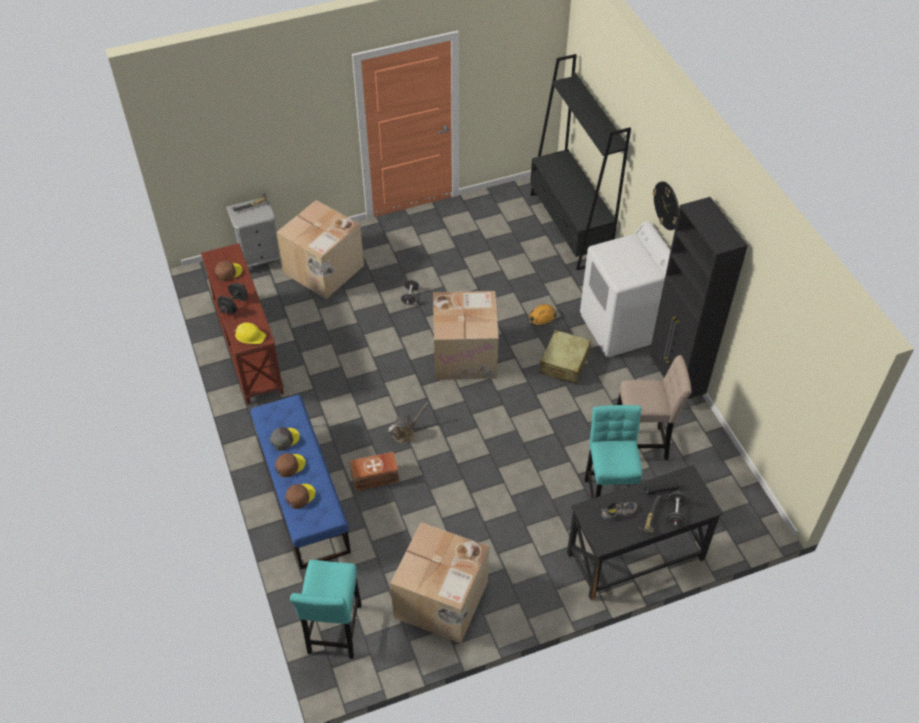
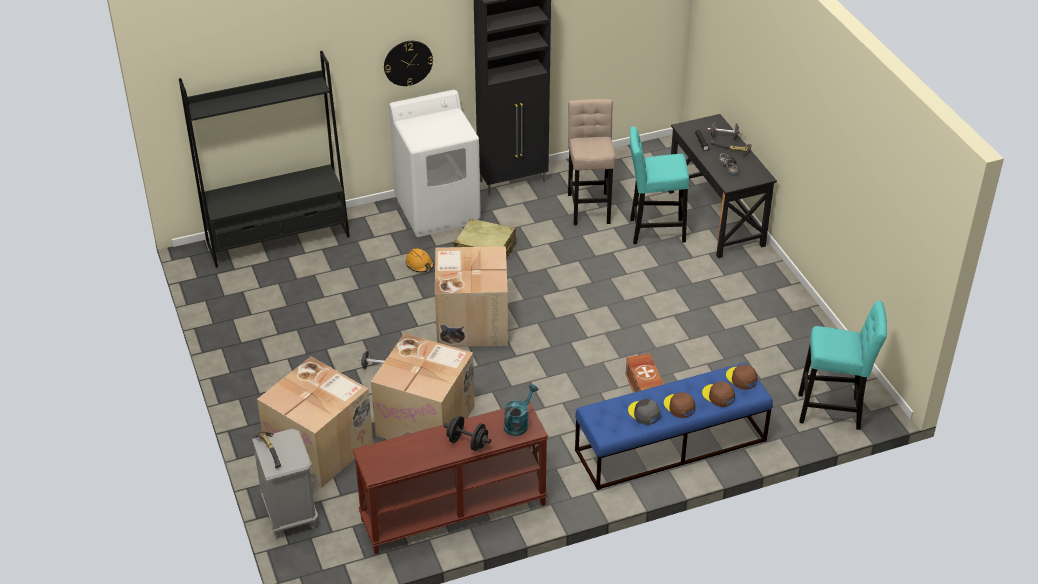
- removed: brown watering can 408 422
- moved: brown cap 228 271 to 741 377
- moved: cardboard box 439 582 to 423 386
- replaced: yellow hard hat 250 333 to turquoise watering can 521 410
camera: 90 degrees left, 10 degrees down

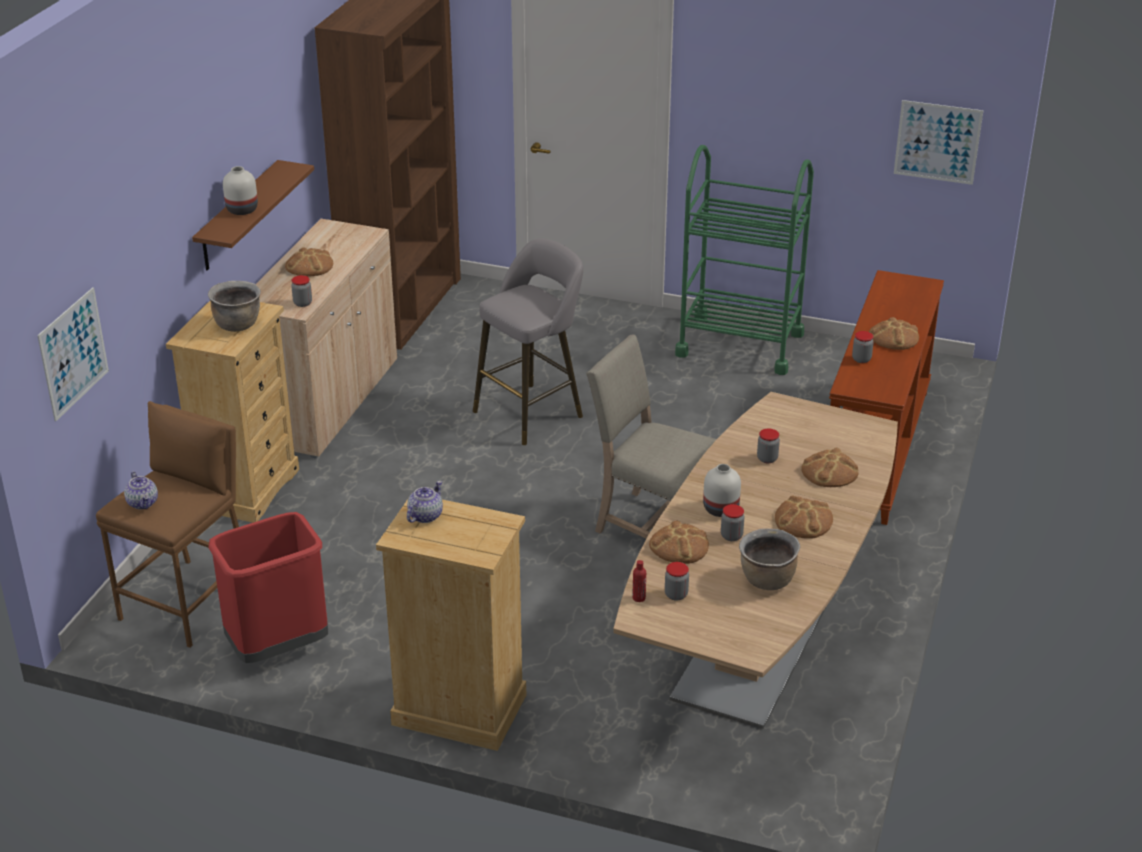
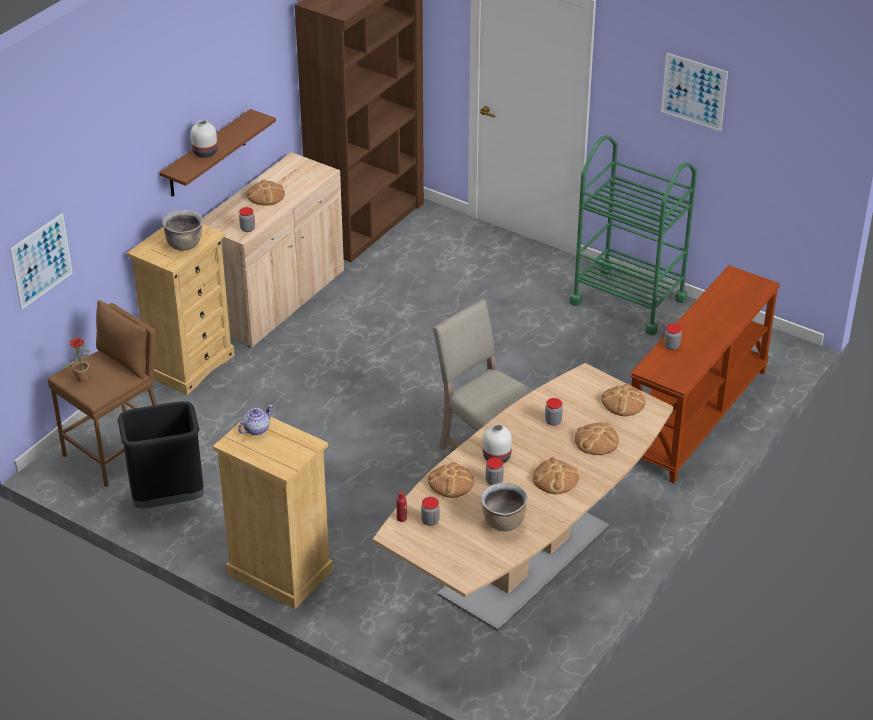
- removed: grey stool 528 341
- moved: bread 894 333 to 623 400
- moved: picture 938 142 to 694 92
- replaced: teapot 141 490 to potted plant 76 360
- recoloured: red trash can 268 587 to black trash can 161 454
camera: 15 degrees right, 5 degrees up

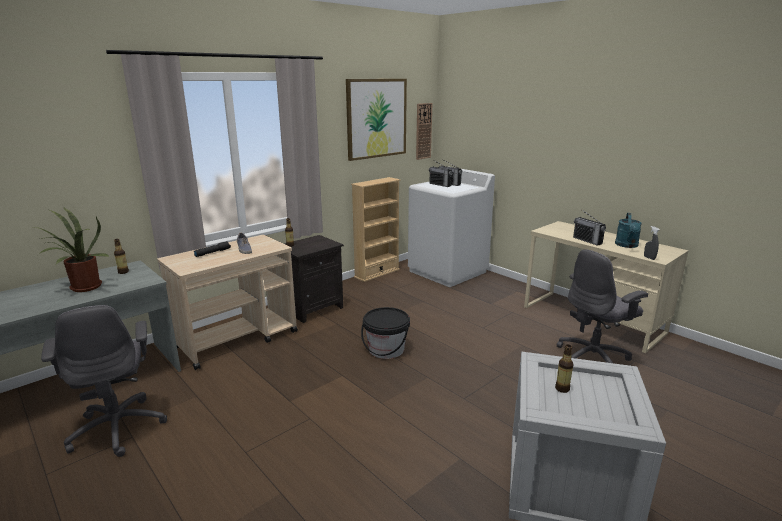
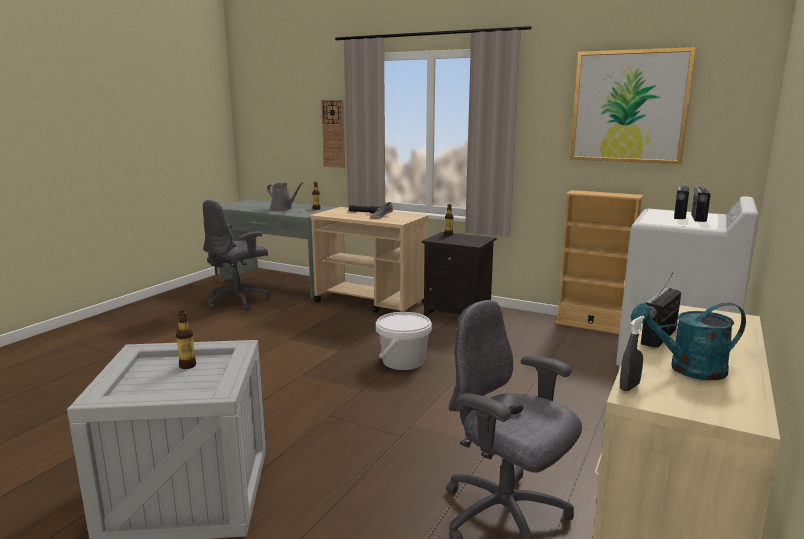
- moved: wall clock 424 131 to 333 134
- replaced: potted plant 72 249 to grey watering can 285 196
- recoloured: black bucket 385 333 to white bucket 404 341
camera: 70 degrees right, 5 degrees down

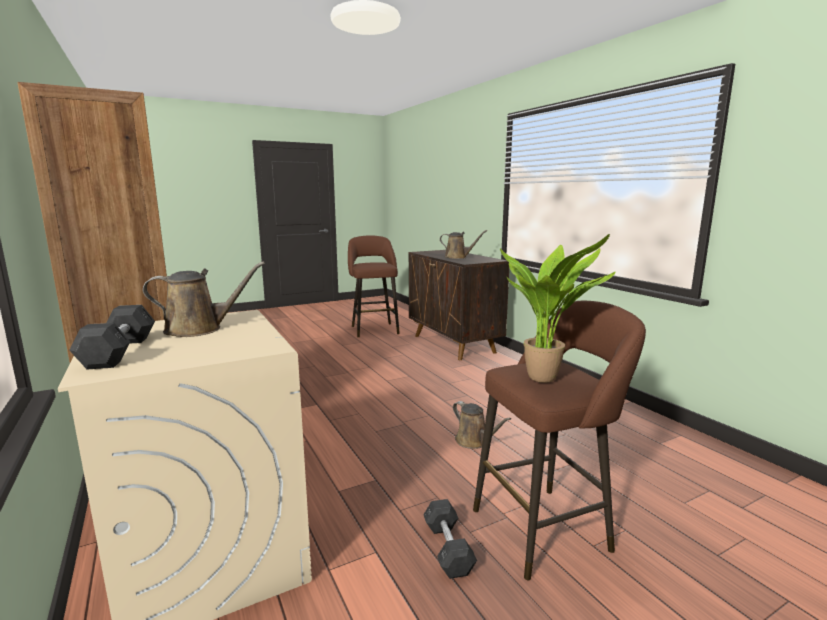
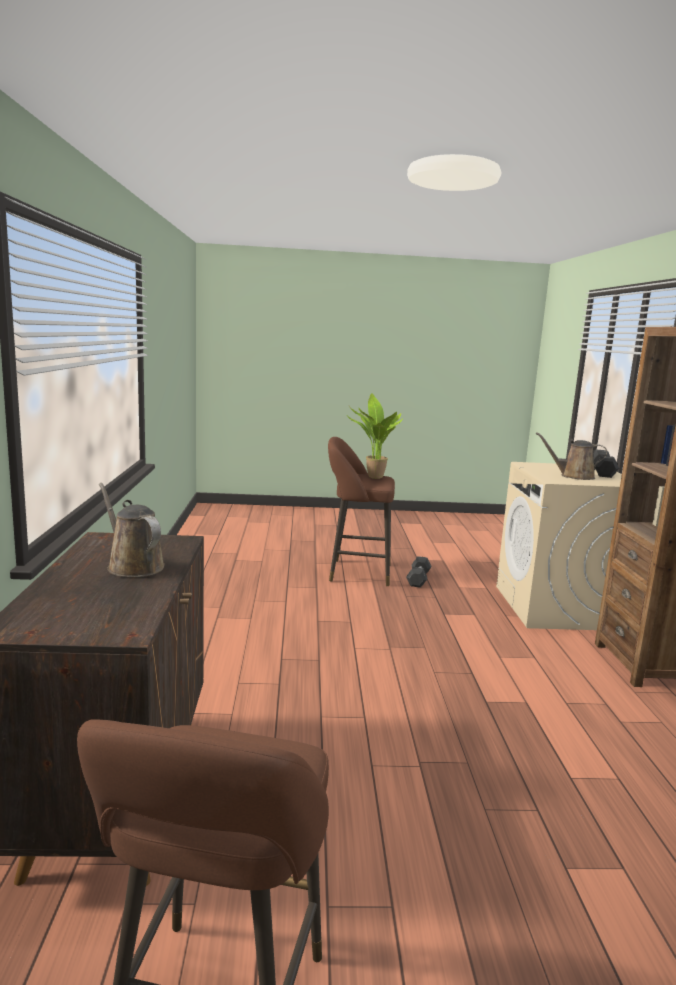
- removed: brown watering can 482 425
camera: 155 degrees left, 0 degrees up

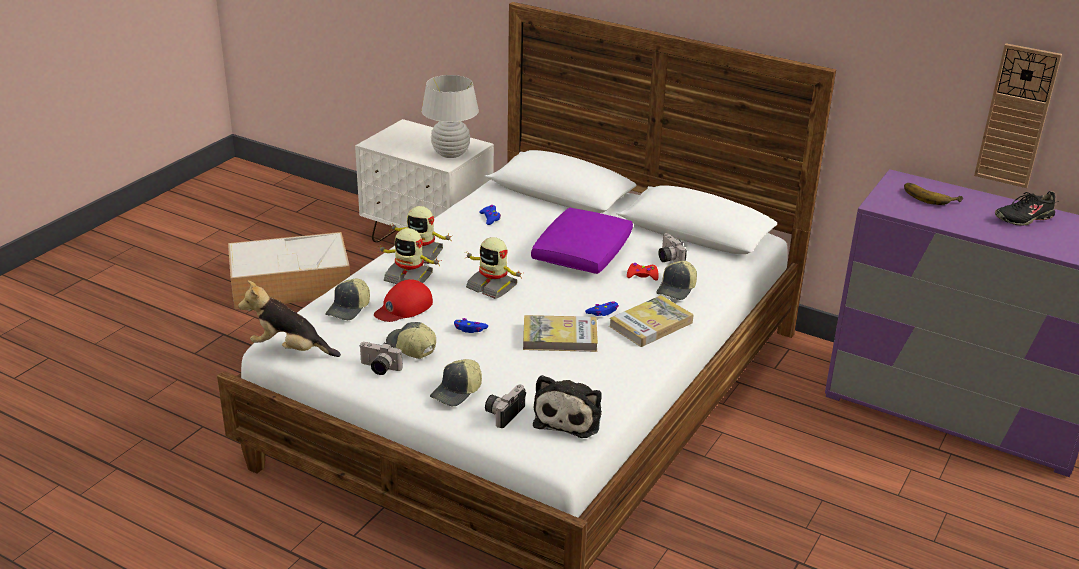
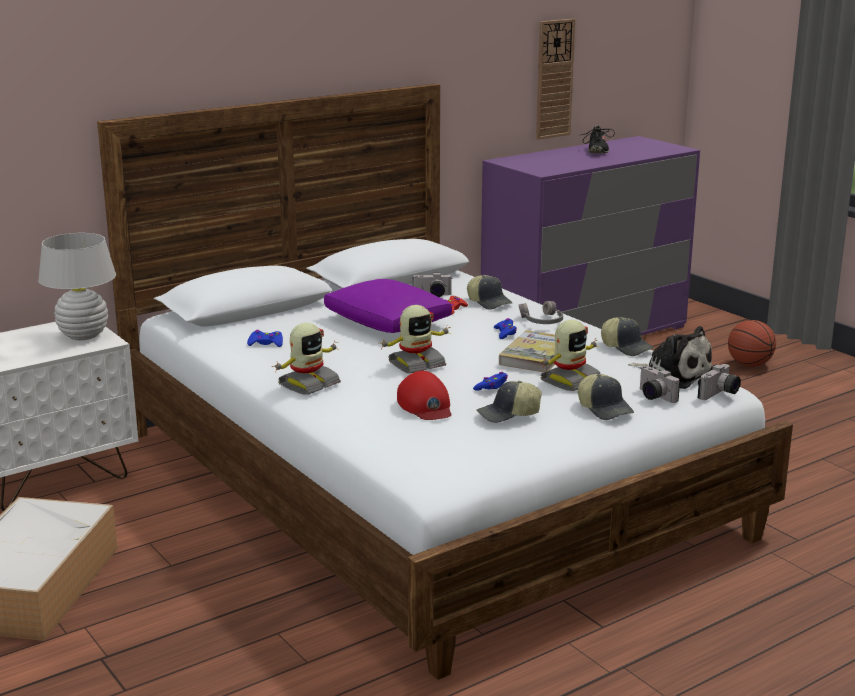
- removed: plush toy 289 318
- removed: banana 933 194
- added: basketball 752 343
- moved: cap 347 299 to 627 336
- moved: photo camera 381 358 to 719 382
- moved: toy robot 409 256 to 570 355
- replaced: book 651 321 to grey headphones 541 312
camera: 65 degrees left, 10 degrees down

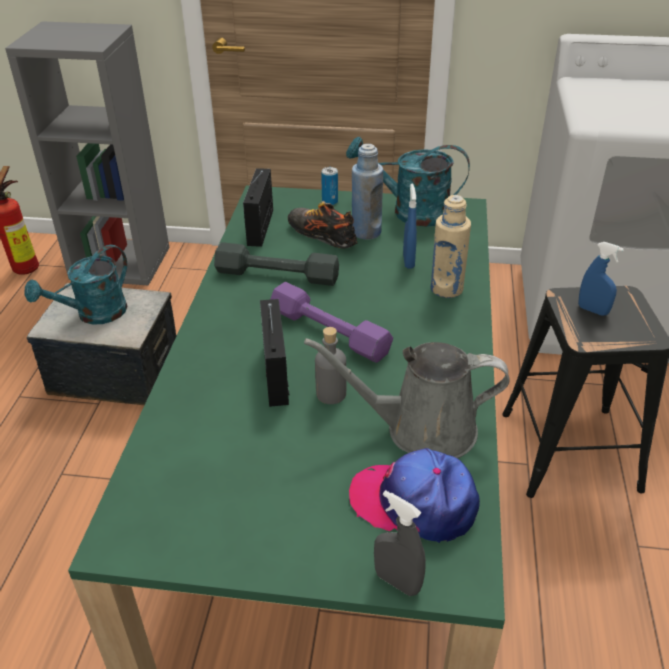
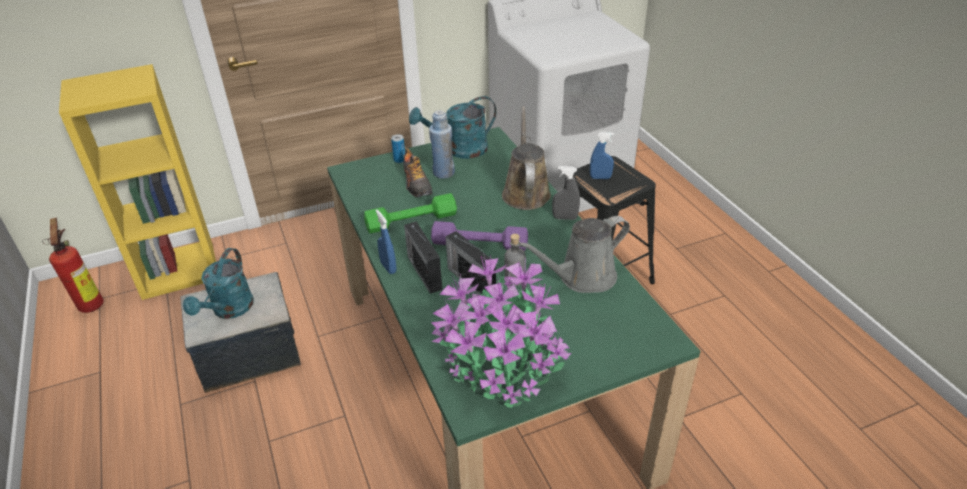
- removed: cap 414 495
- added: potted plant 501 329
- moved: radio 258 207 to 423 258
- moved: grey spray bottle 400 543 to 566 193
- moved: blue spray bottle 410 226 to 386 242
- replaced: beige bottle 451 246 to brown watering can 526 158
- recoloured: grey bookcase 87 153 to yellow bookcase 137 182
- recoloured: grey dumbbell 276 264 to green dumbbell 410 213
- turned: shoe 323 224 = 418 172 120 degrees counterclockwise
camera: 30 degrees left, 0 degrees up

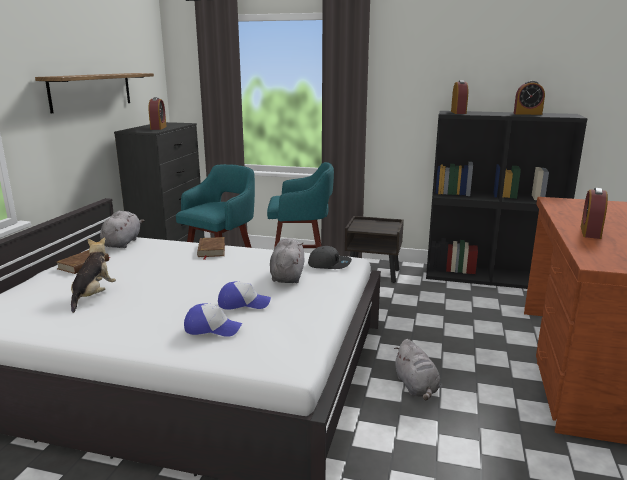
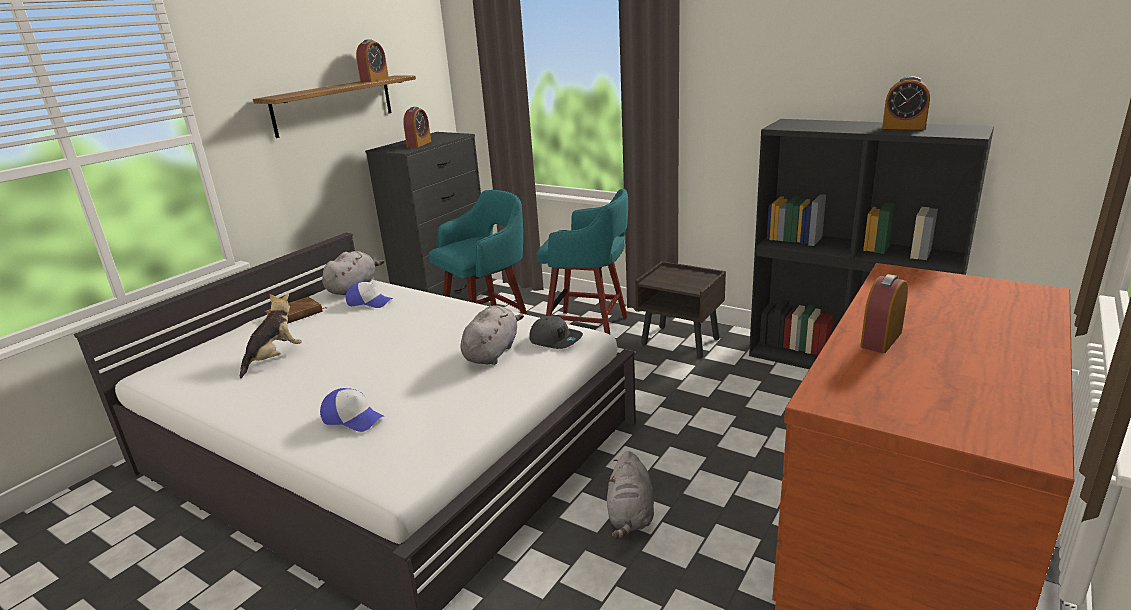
- removed: brown book 211 248
- moved: cap 244 295 to 369 295
- moved: alarm clock 459 97 to 372 60
camera: 20 degrees right, 5 degrees up

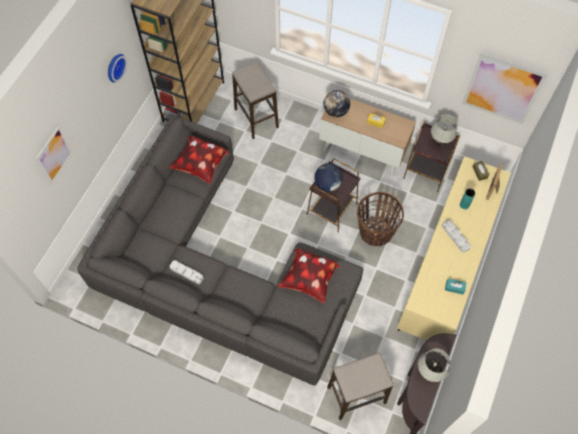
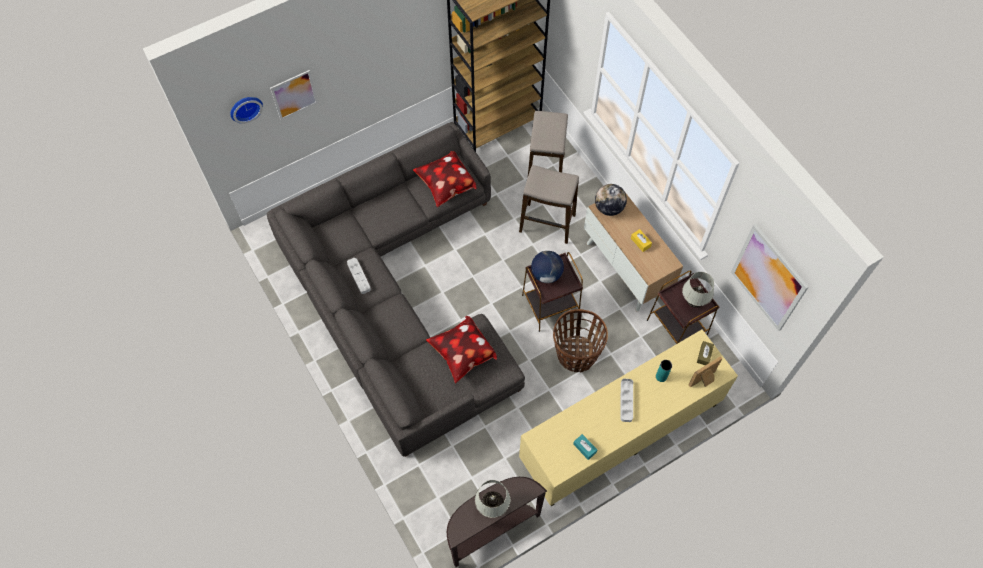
- moved: wall clock 117 68 to 247 110
- moved: stool 360 386 to 549 204
camera: 35 degrees right, 0 degrees up

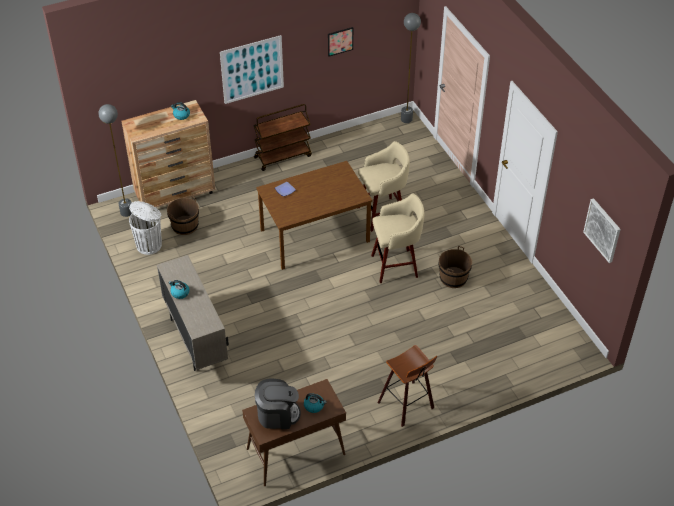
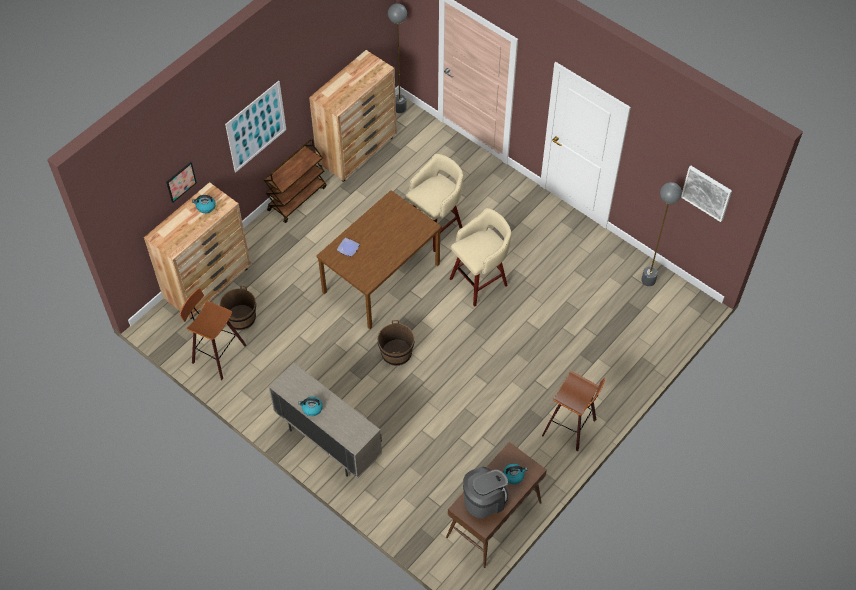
- added: brown dresser 353 116
- moved: grey floor lamp 115 160 to 661 234
- moved: picture 340 42 to 181 182
- moved: brown bucket 455 267 to 396 343
- replaced: white trash can 145 228 to stool 213 334
camera: 25 degrees left, 10 degrees up

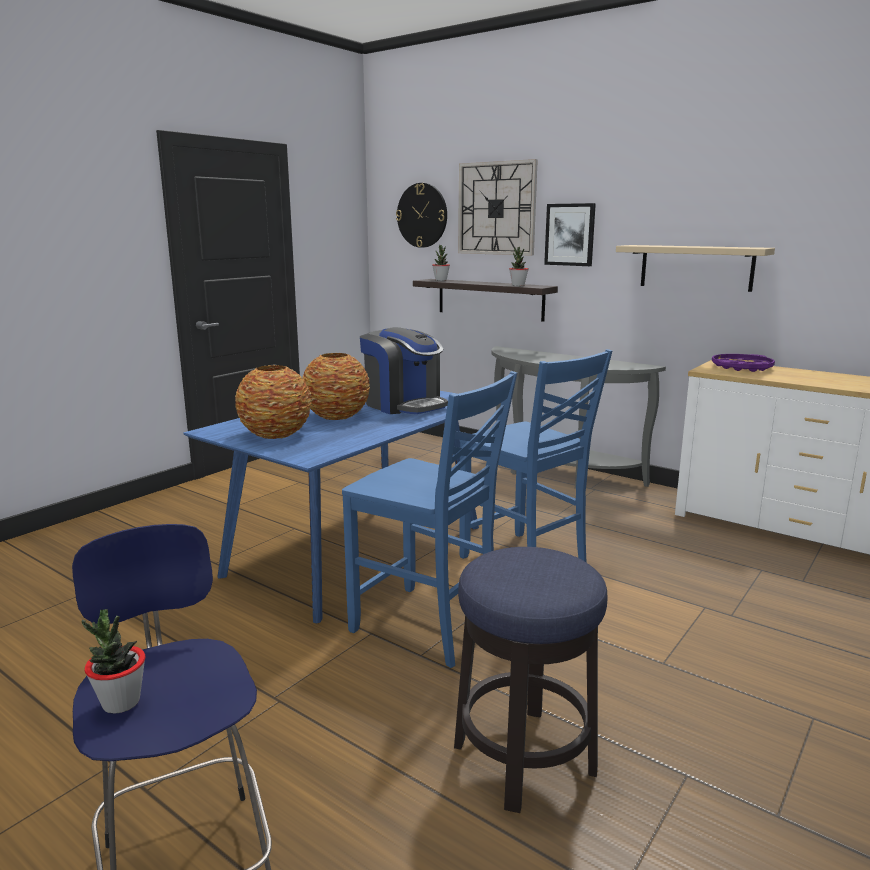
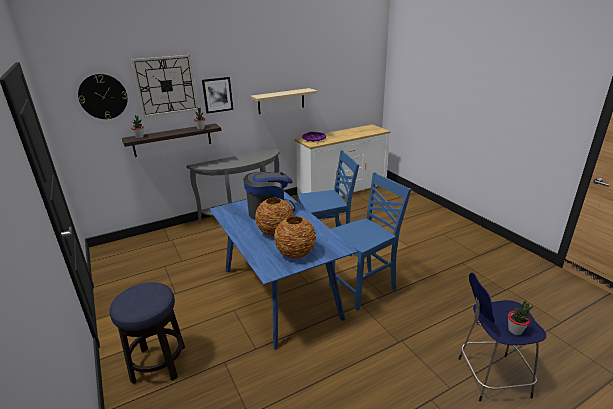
- moved: stool 531 680 to 147 333
camera: 65 degrees left, 10 degrees up

